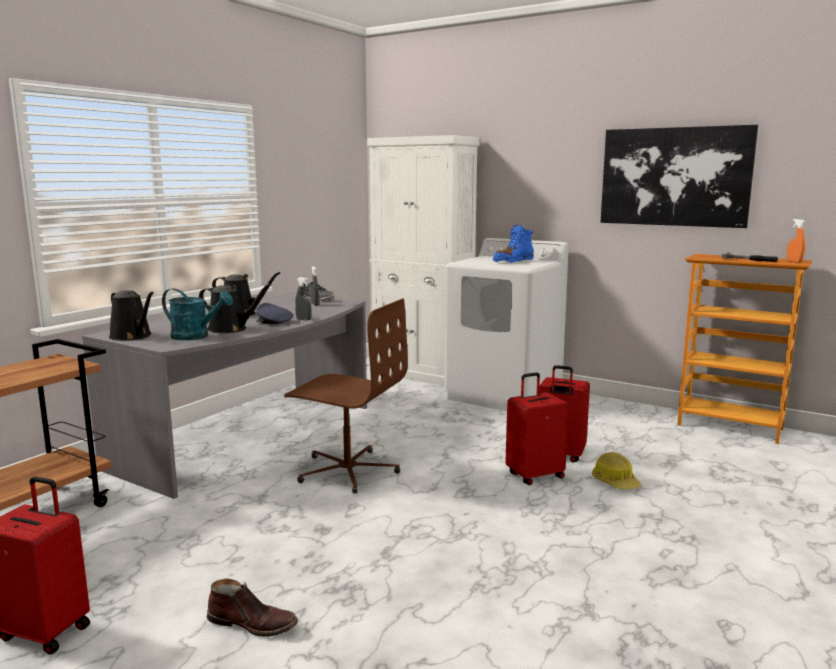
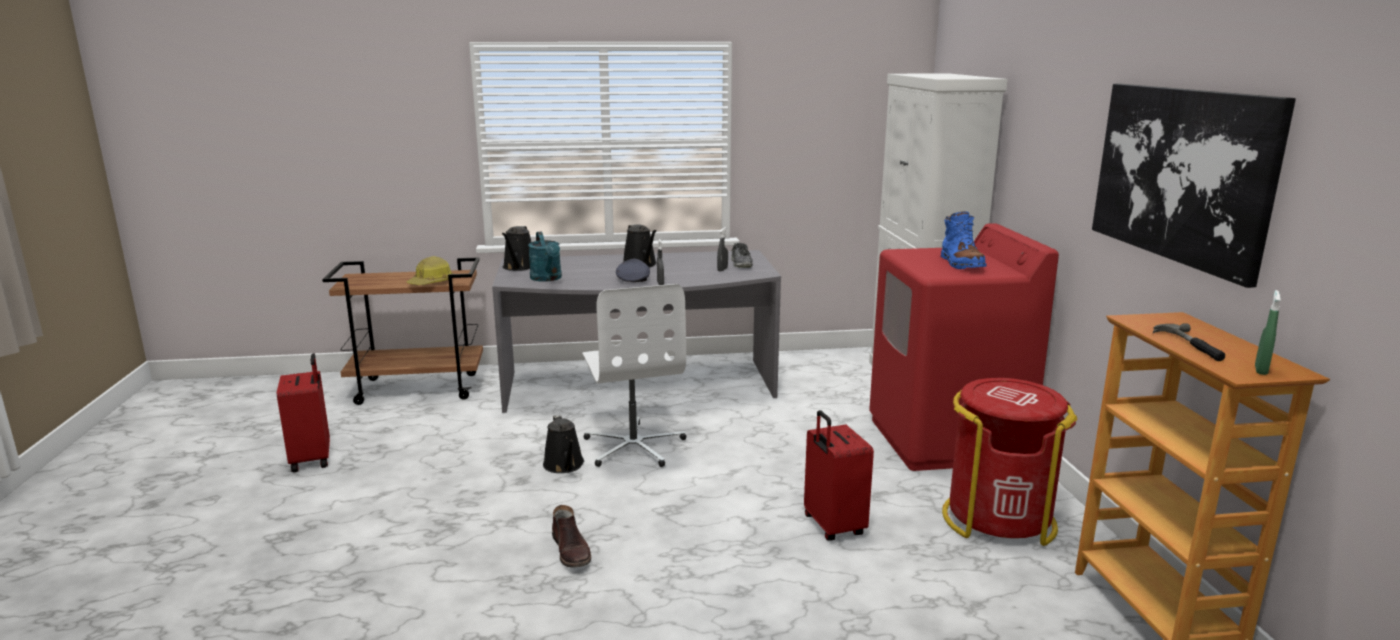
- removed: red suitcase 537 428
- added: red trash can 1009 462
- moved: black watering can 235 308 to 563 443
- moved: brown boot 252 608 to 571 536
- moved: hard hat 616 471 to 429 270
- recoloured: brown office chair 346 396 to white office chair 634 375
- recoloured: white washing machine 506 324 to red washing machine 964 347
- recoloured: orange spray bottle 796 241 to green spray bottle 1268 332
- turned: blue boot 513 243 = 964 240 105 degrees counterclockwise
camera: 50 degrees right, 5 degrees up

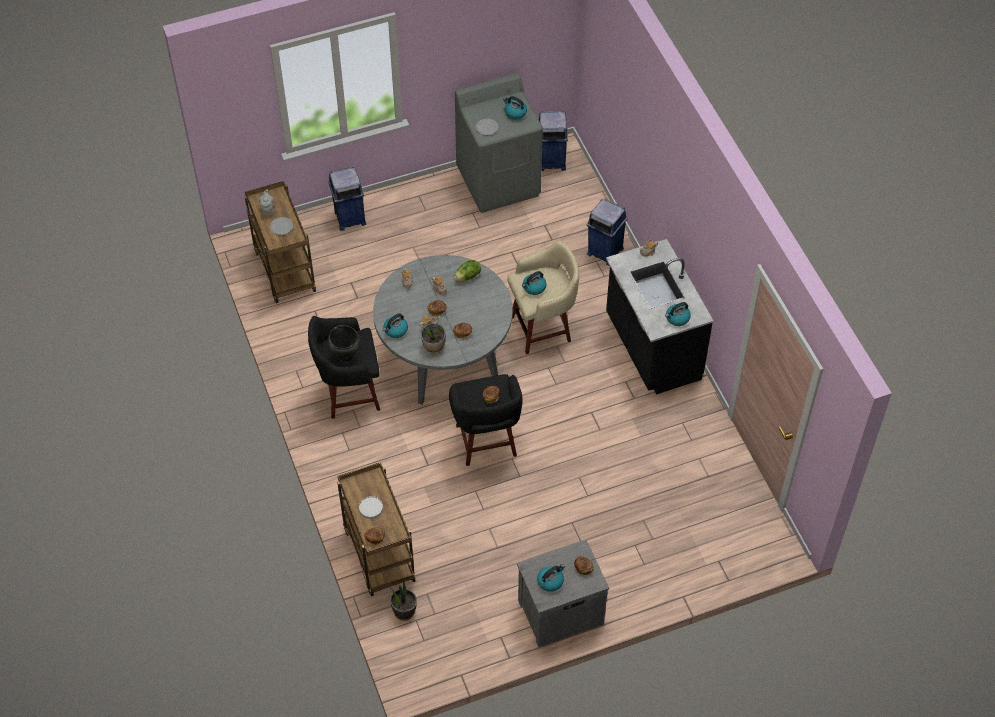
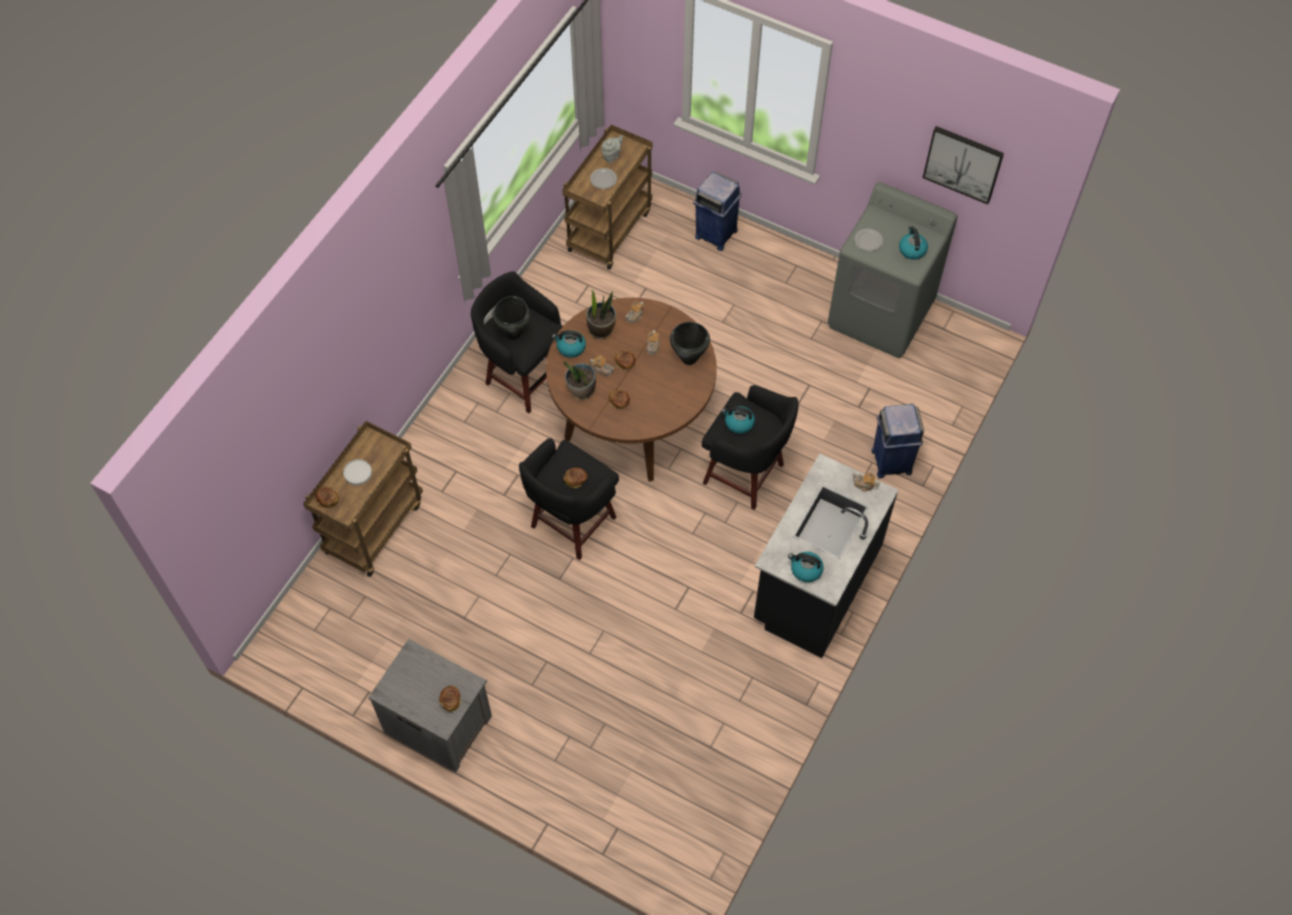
- removed: kettle 551 578
- removed: blue trash can 553 141
- added: picture 963 165
- moved: potted plant 403 600 to 601 313
- replaced: lettuce 467 270 to black cooking pot 690 343
- recoloured: grey dining table 443 330 to brown dining table 631 390
- recoloured: beige stool 543 297 to black stool 750 447
camera: 50 degrees right, 5 degrees up

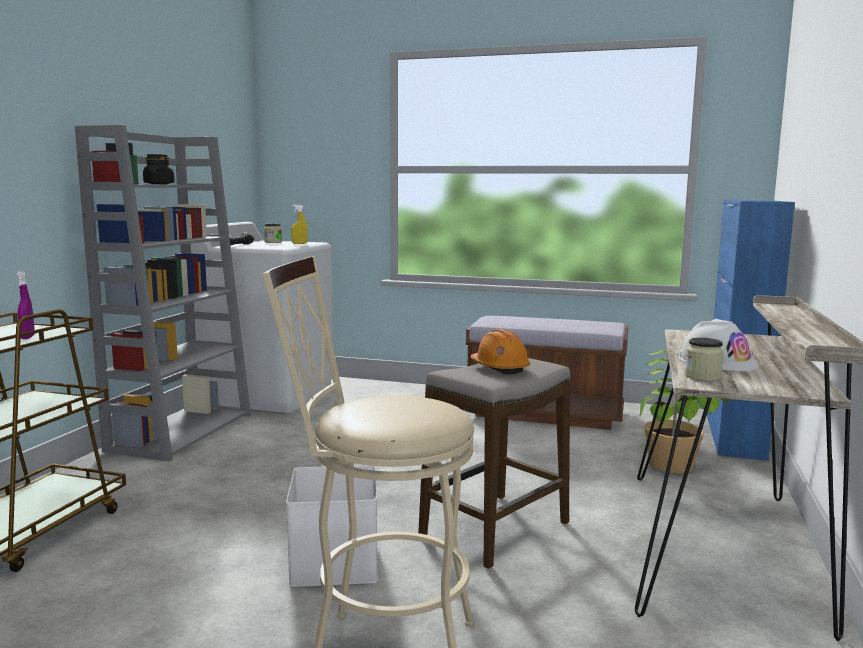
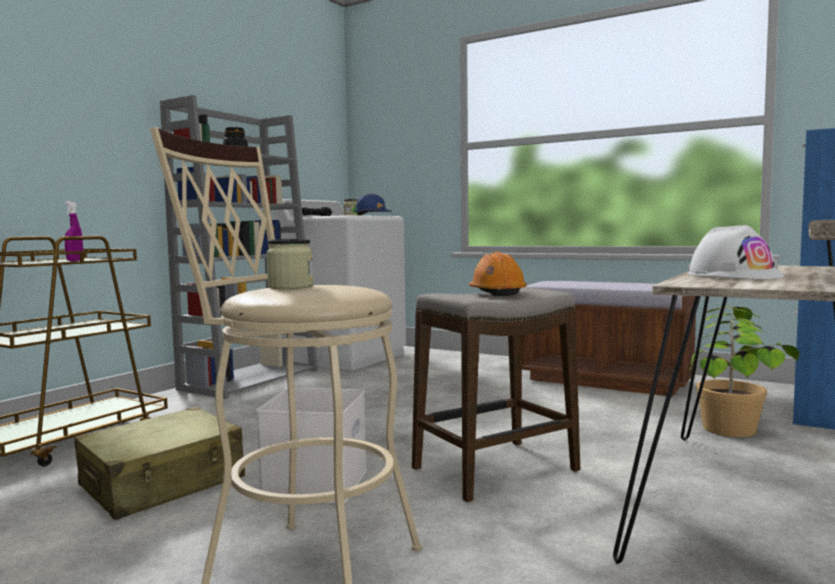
- added: beige suitcase 159 463
- moved: jar 704 359 to 290 264
- replaced: yellow spray bottle 299 224 to blue hard hat 372 204
camera: 15 degrees right, 5 degrees down

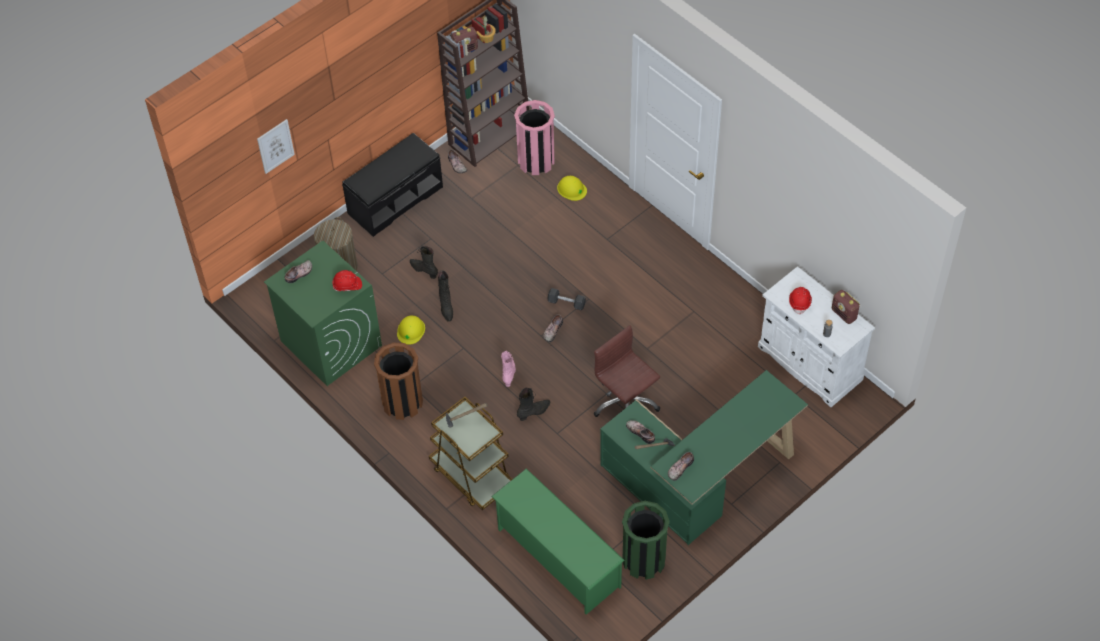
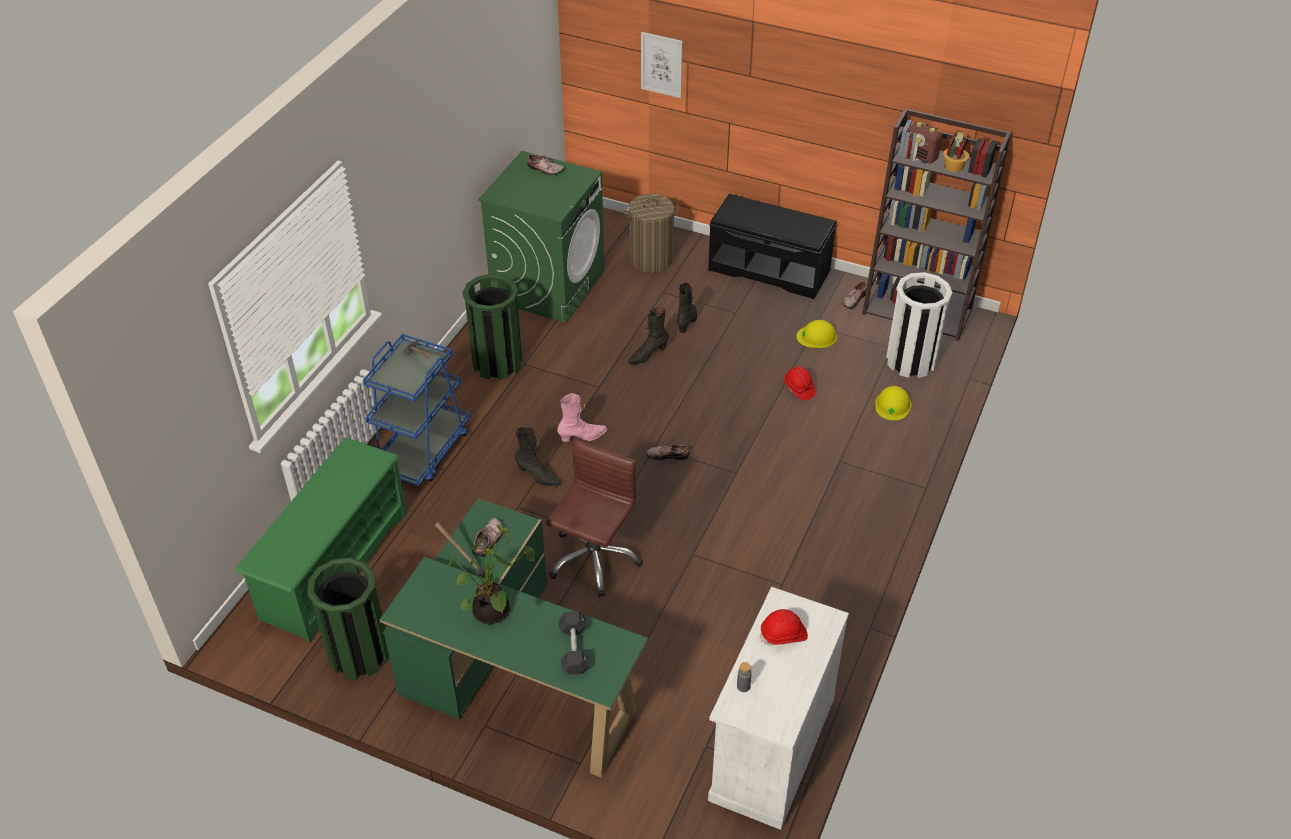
- removed: shoe 681 466
- removed: radio 846 307
- added: potted plant 491 574
- moved: red hard hat 347 280 to 800 384
- moved: yellow hard hat 411 330 to 816 334
- moved: black dumbbell 566 299 to 574 643
- recoloured: brown trash can 398 381 to green trash can 493 327
- recoloured: brown cart 470 453 to blue cart 417 410
- recoloured: pink trash can 534 137 to white trash can 919 325
camera: 65 degrees right, 10 degrees down

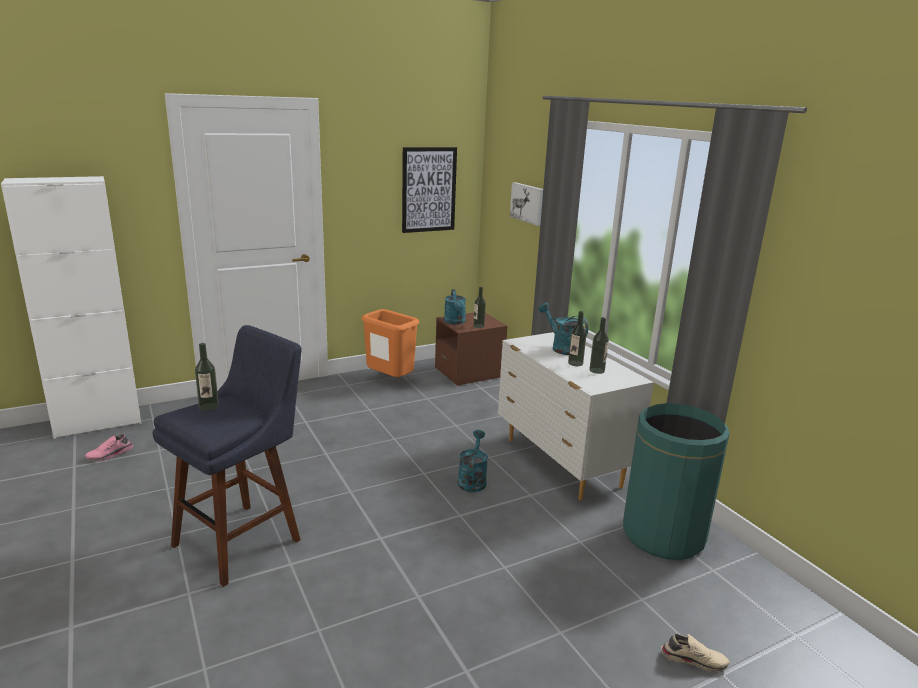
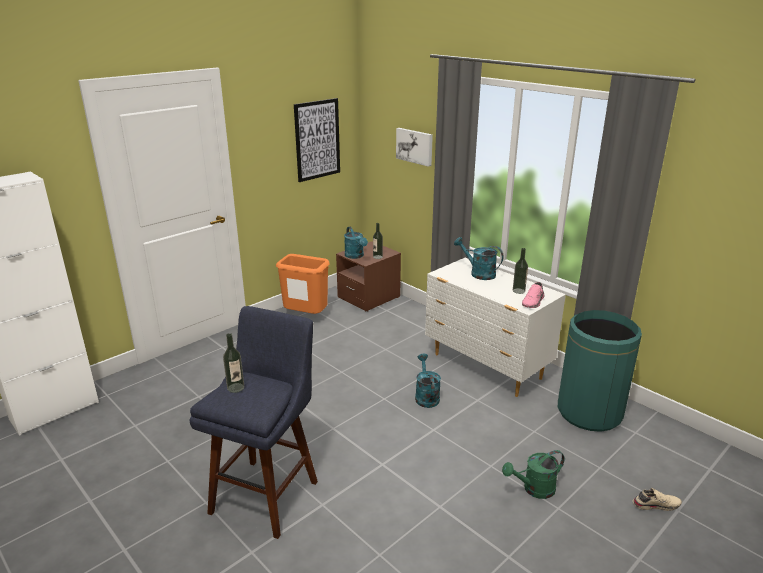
- removed: bottle 577 338
- added: green watering can 533 474
- moved: pink shoe 109 447 to 533 295
camera: 15 degrees left, 5 degrees up

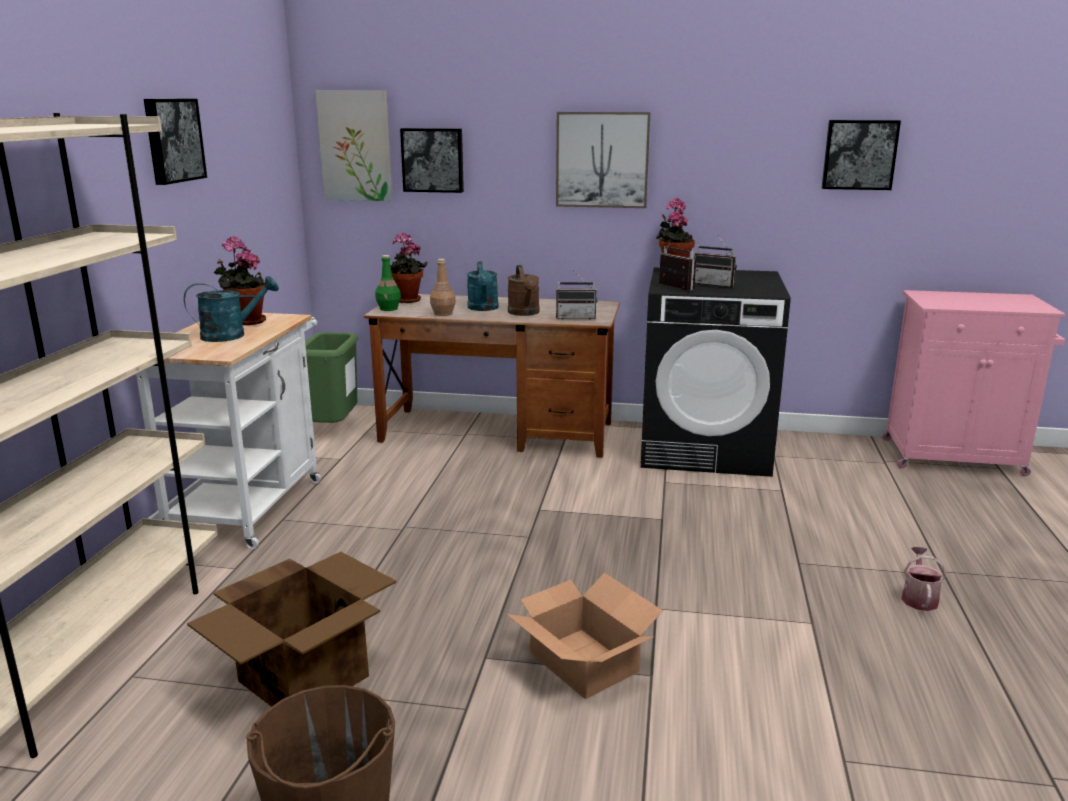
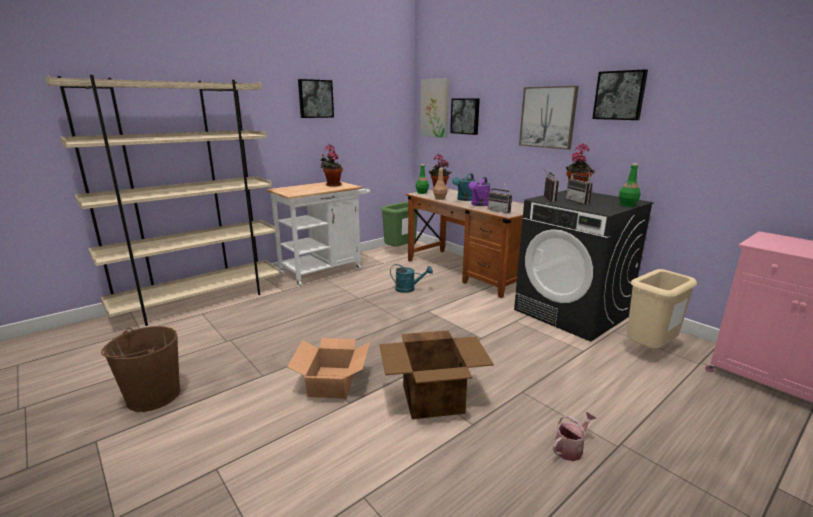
- added: green bottle 630 185
- added: beige trash can 662 309
- moved: turquoise watering can 231 309 to 411 278
- moved: cardboard box 291 629 to 436 374
- moved: picture 861 155 to 620 94
- recoloured: brown watering can 524 290 to purple watering can 479 191
camera: 40 degrees right, 0 degrees up

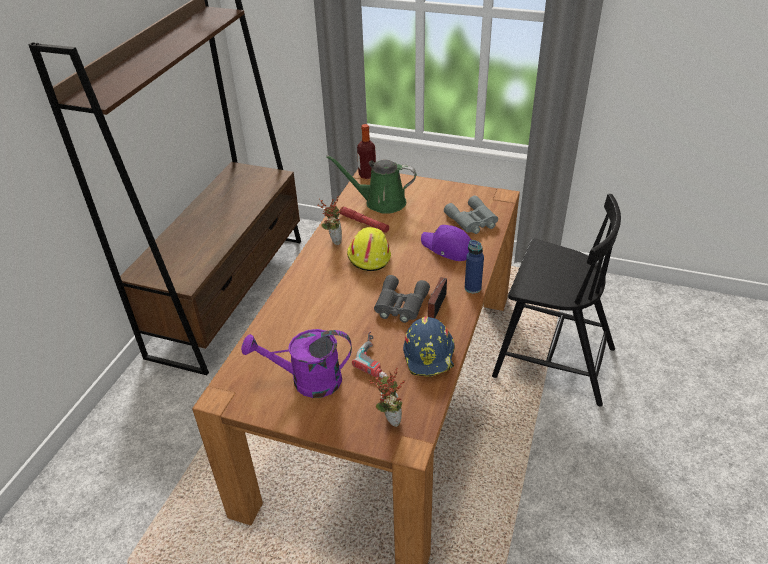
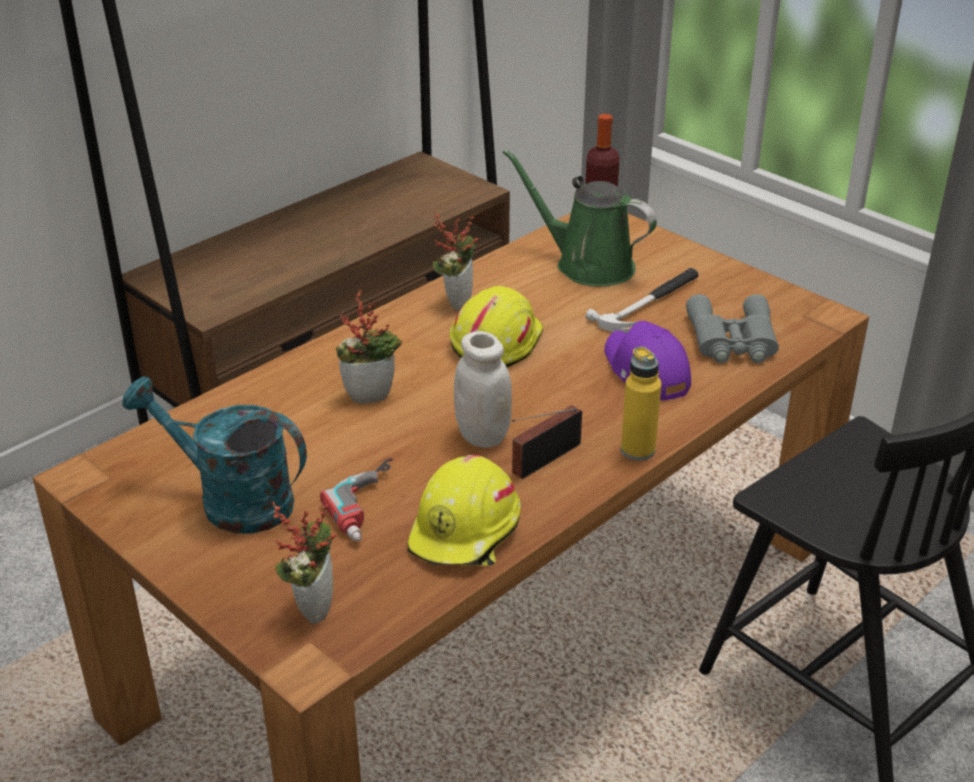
- removed: red flashlight 364 220
- added: potted plant 369 347
- added: hammer 642 300
- replaced: grey binoculars 402 299 to white jar 483 389
- recoloured: purple watering can 296 363 to turquoise watering can 214 455
- recoloured: blue hard hat 429 347 to yellow hard hat 464 510
- recoloured: blue bottle 474 266 to yellow bottle 641 403
camera: 25 degrees right, 5 degrees down

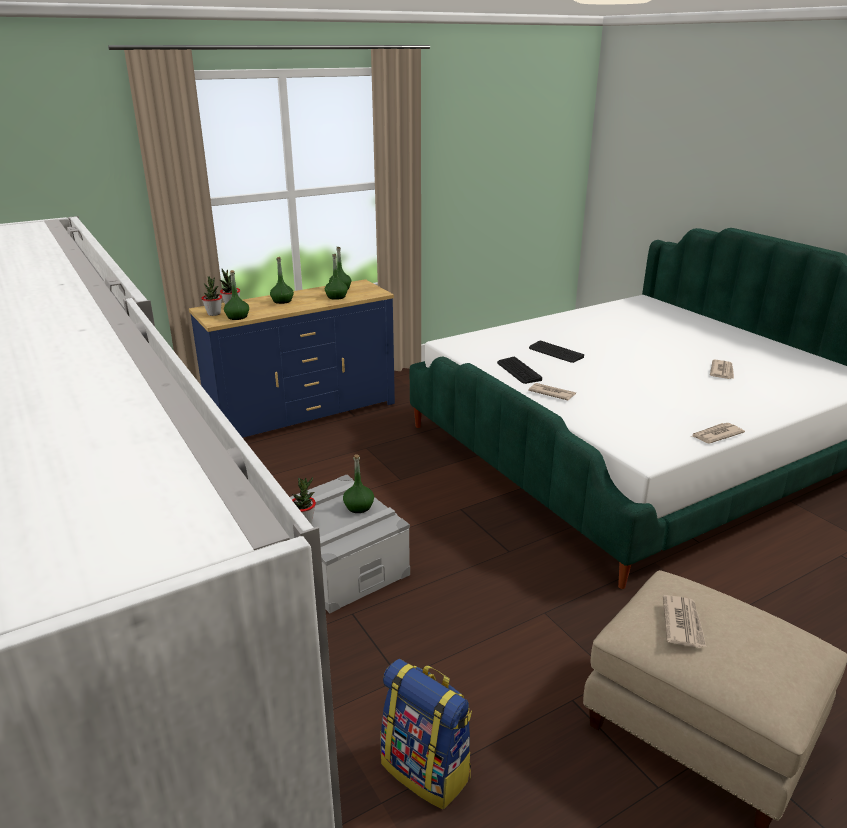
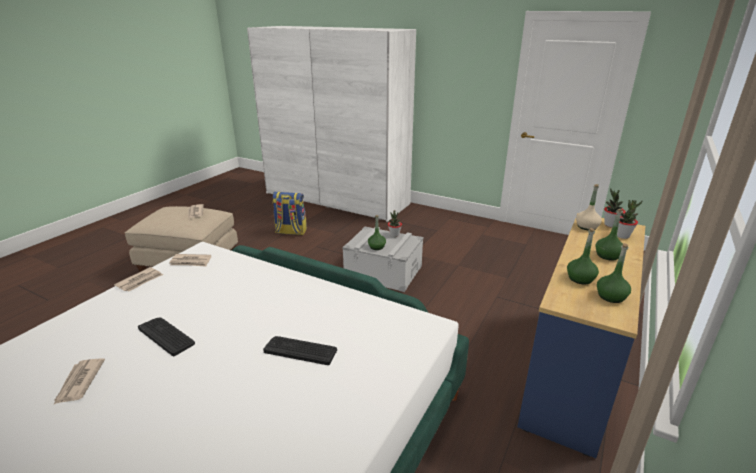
- moved: keyboard 519 370 to 166 336
- moved: newspaper 552 391 to 190 260
- recoloured: green bottle 236 295 to beige bottle 589 207
camera: 150 degrees right, 0 degrees up

